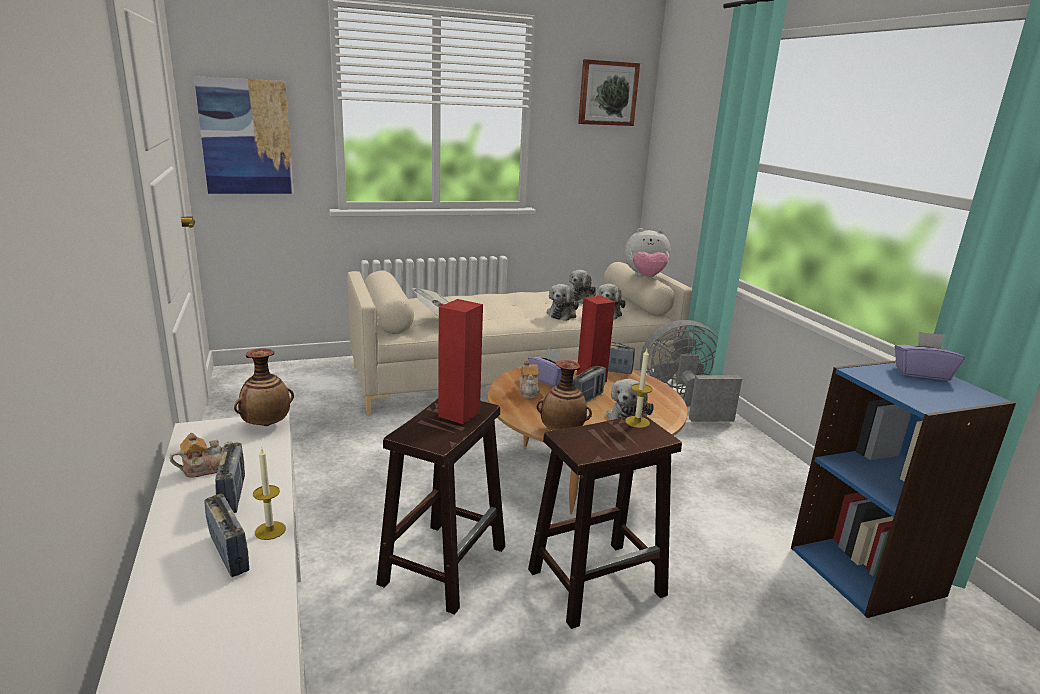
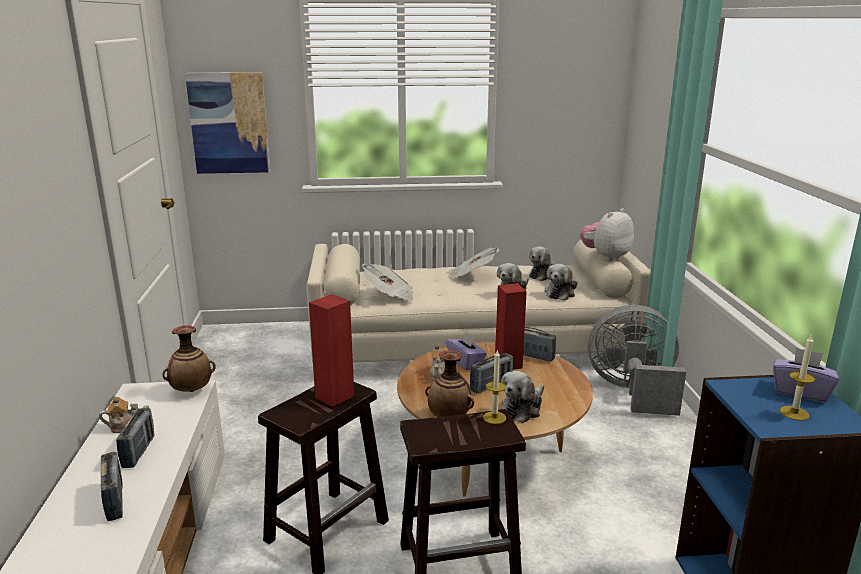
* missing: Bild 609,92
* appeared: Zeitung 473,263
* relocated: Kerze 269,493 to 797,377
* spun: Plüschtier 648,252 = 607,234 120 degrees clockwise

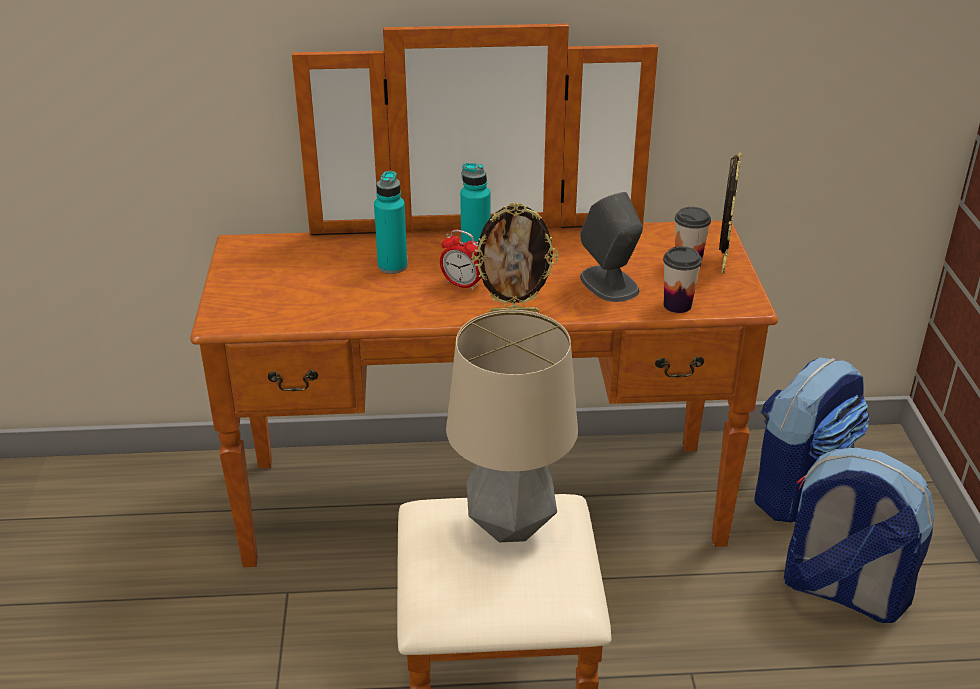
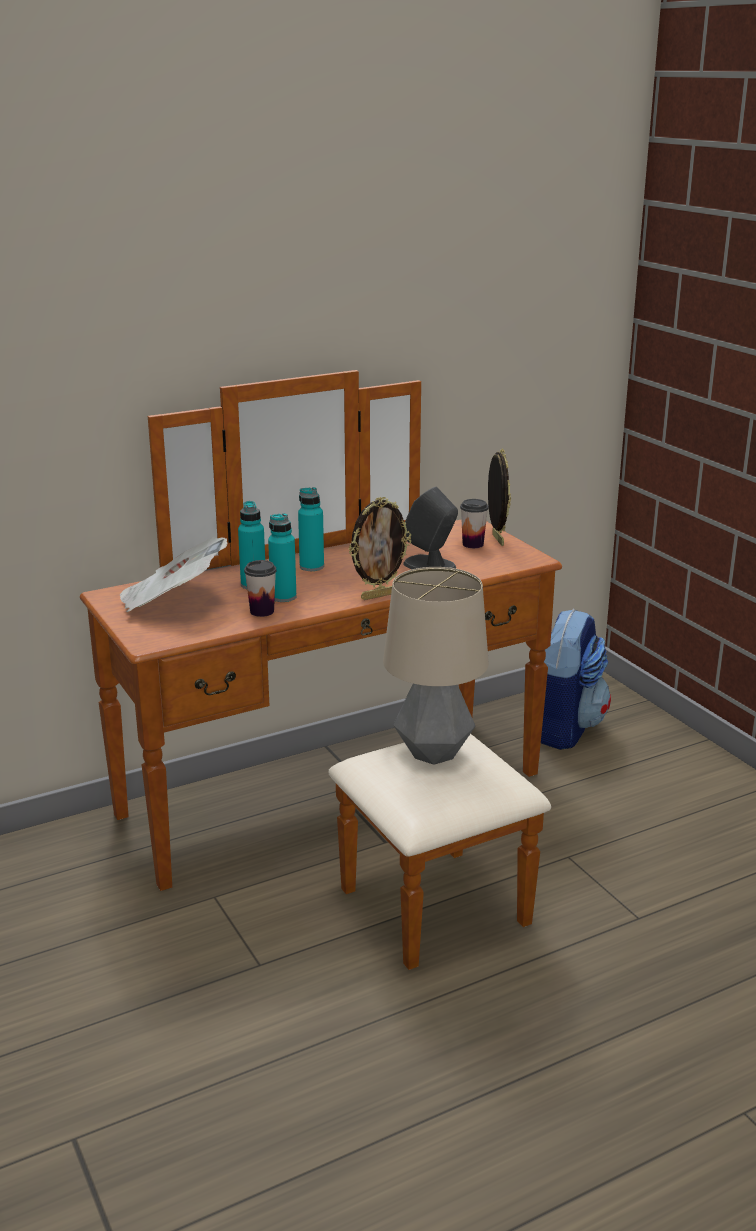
* missing: Wecker 460,260
* missing: Rucksack 859,535
* appeared: Zeitung 173,574
* appeared: Flasche/türkis 282,557
* relocated: Tasse 682,279 to 260,588

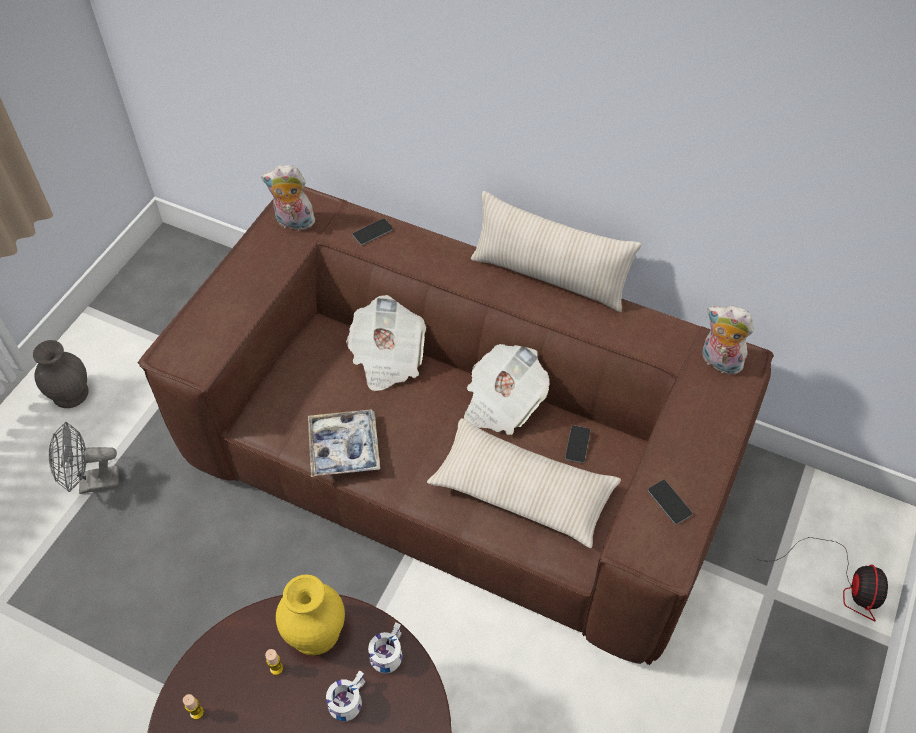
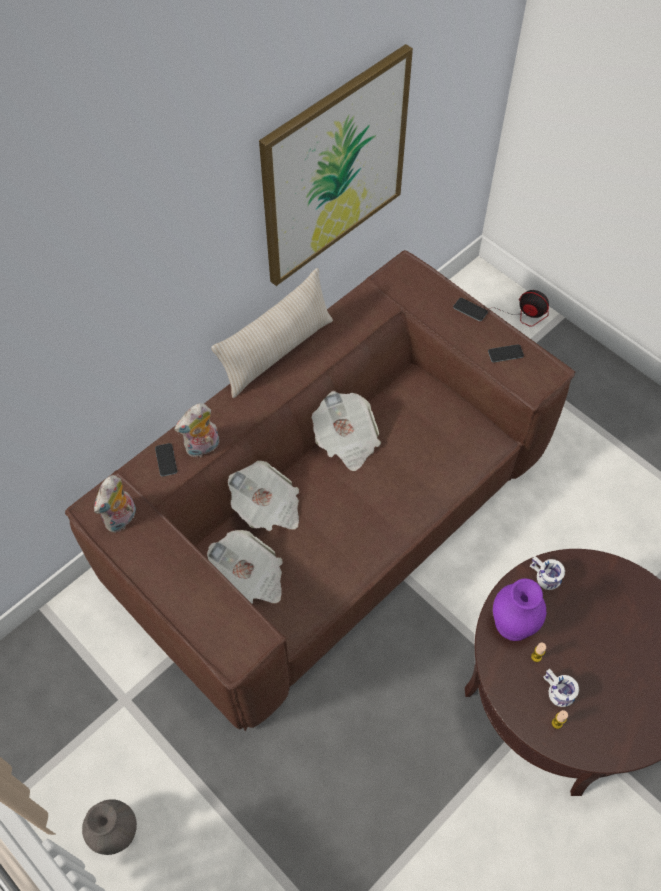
* missing: Ventilator/grau 84,458
* missing: Tablett 344,443
* missing: Kissen/beige 524,483
* appeared: Zeitung 245,567
* appeared: Bild 336,165
* relocated: Henkelbecher/weiß 345,695 to 561,688
* relocated: Handy 577,444 to 470,309
* relocated: Plüschtier 728,340 to 196,430
* colour: Vase/gelb 310,614 to Vase/lila 519,609

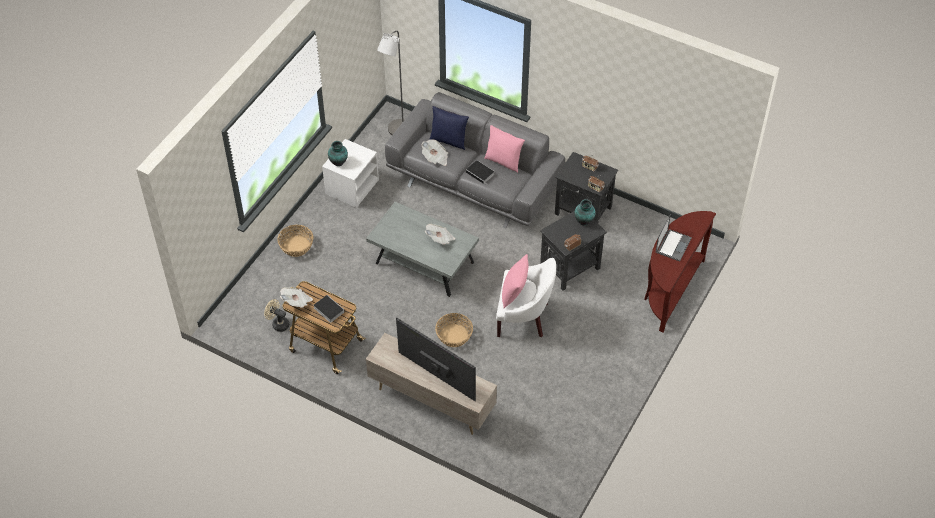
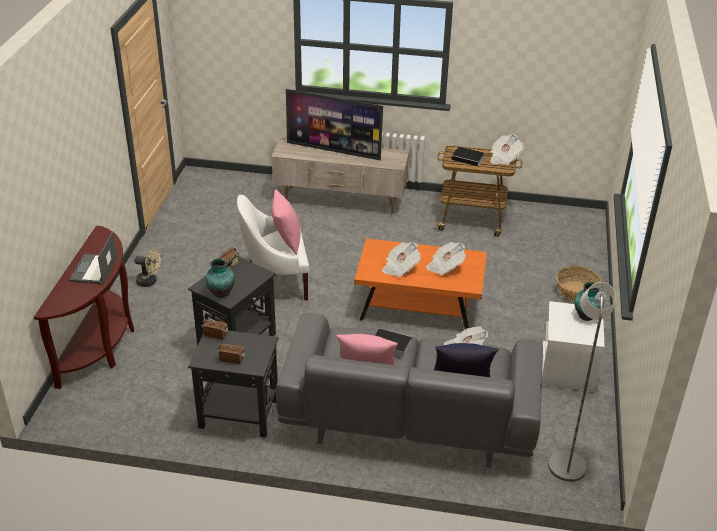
* missing: Korb 454,330
* appeared: Zeitung 446,259
* relocated: Ventilator/beige 276,315 to 148,268
* colour: Couchtisch/grau 422,249 to Couchtisch/orange 420,283

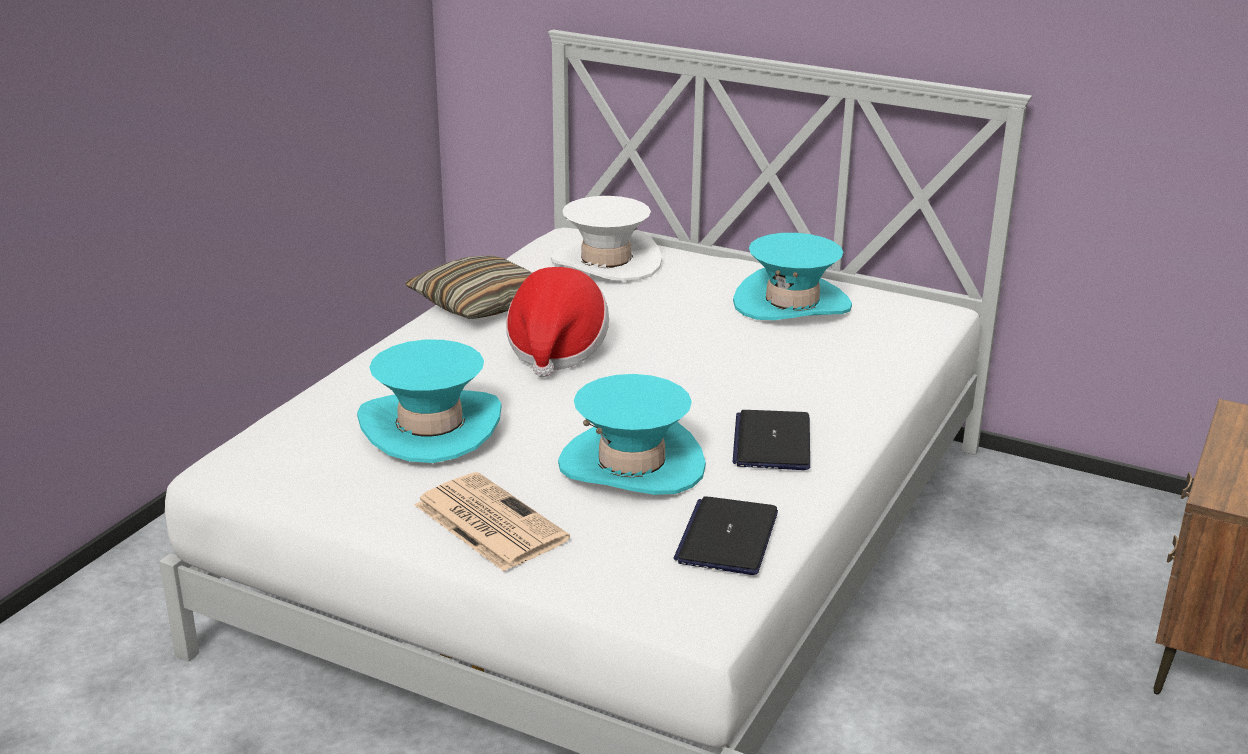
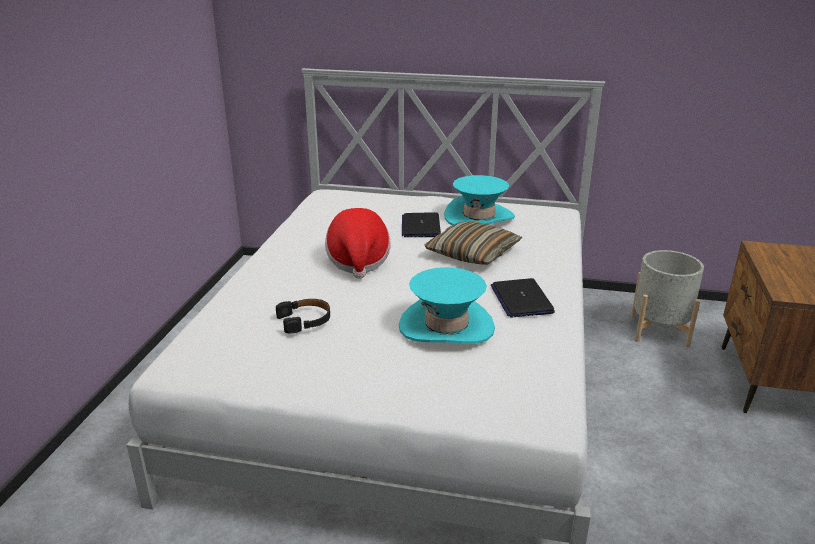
* missing: Zeitung 492,521
* missing: Hut/weiß 606,238
* appeared: Pflanzkübel/grau 667,298
* relocated: Kissen 468,287 to 473,243
* relocated: Laptop 725,535 to 421,224
* exchanged: Hut/türkis 429,401 to Kopfhörer/schwarz 303,316

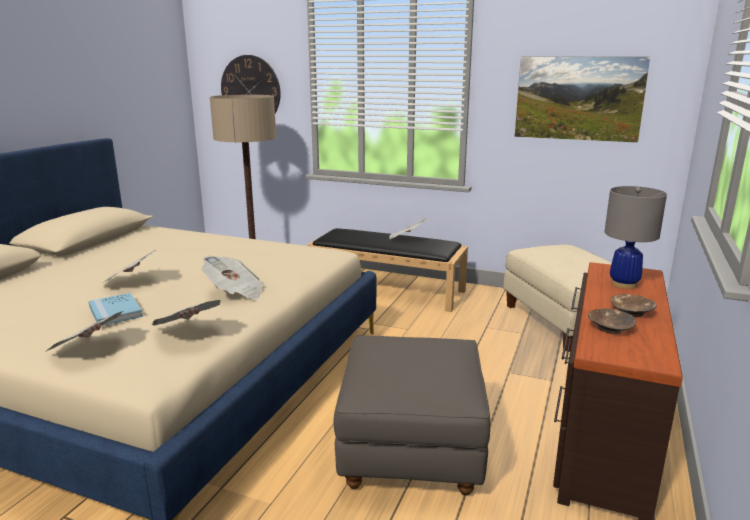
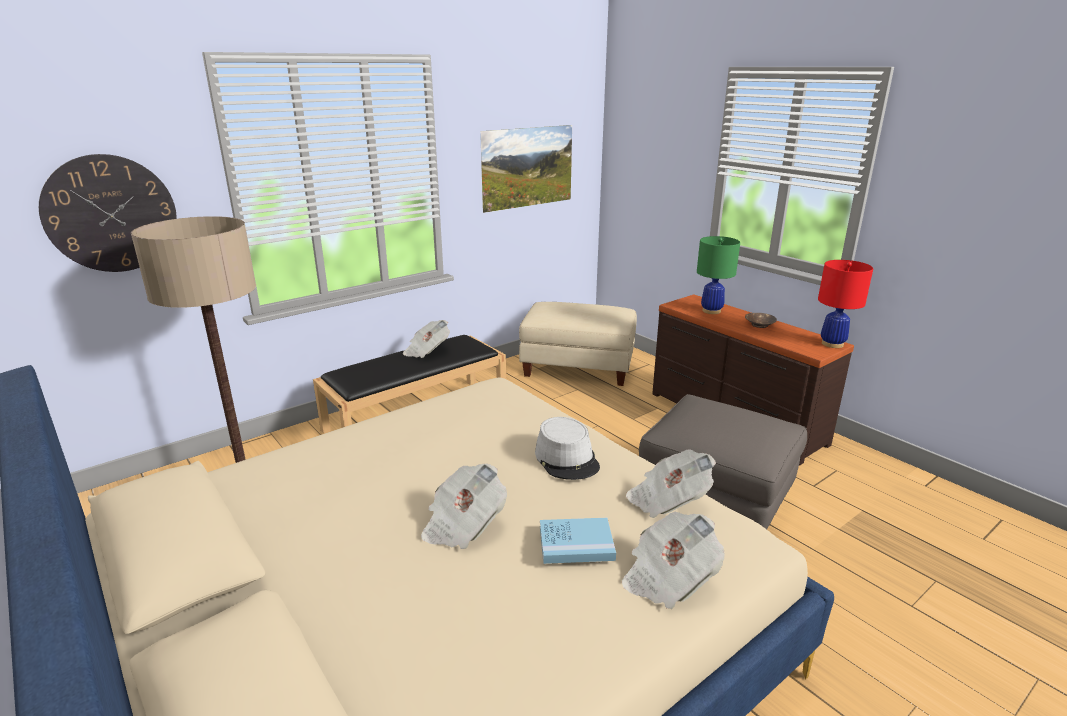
* missing: Schüssel/braun 612,321
* appeared: Tischlampe/rot 845,304
* exchanged: Zeitung 232,278 to Hut/grau 567,448
* colour: Tischlampe/grau 635,237 to Tischlampe/grün 718,275

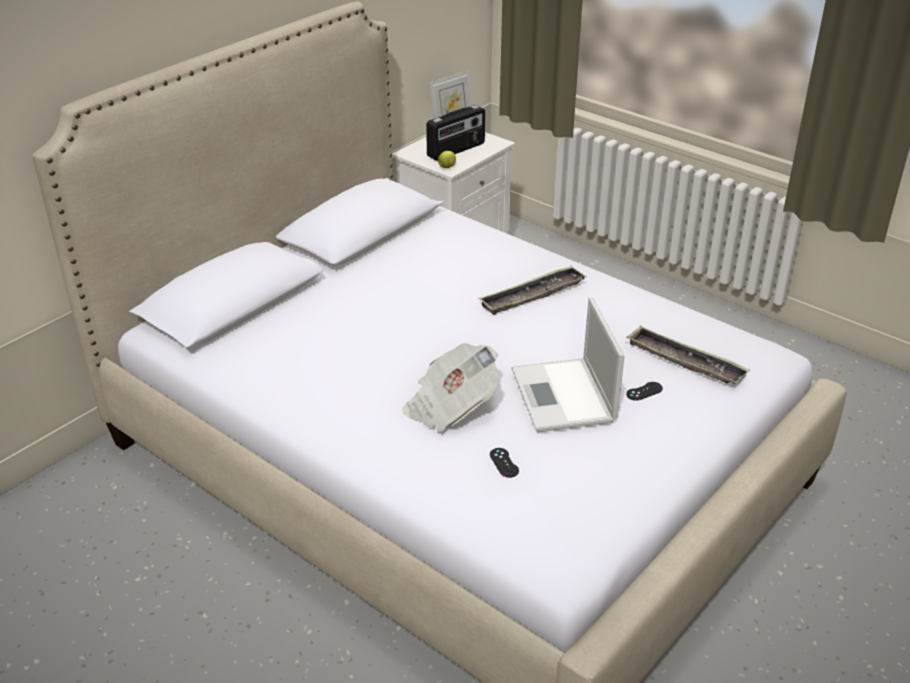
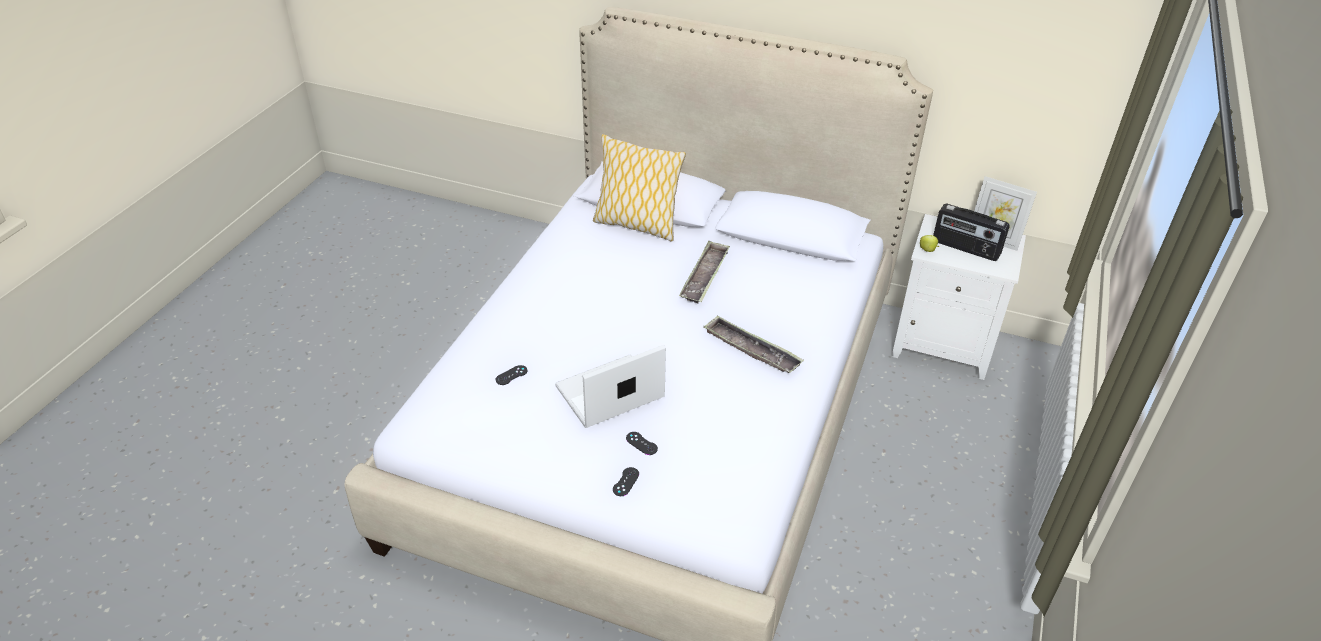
* missing: Zeitung 451,387
* appeared: Kissen 639,188
* appeared: Gamepad/schwarz 626,481
* relocated: Tablett 688,354 to 704,272

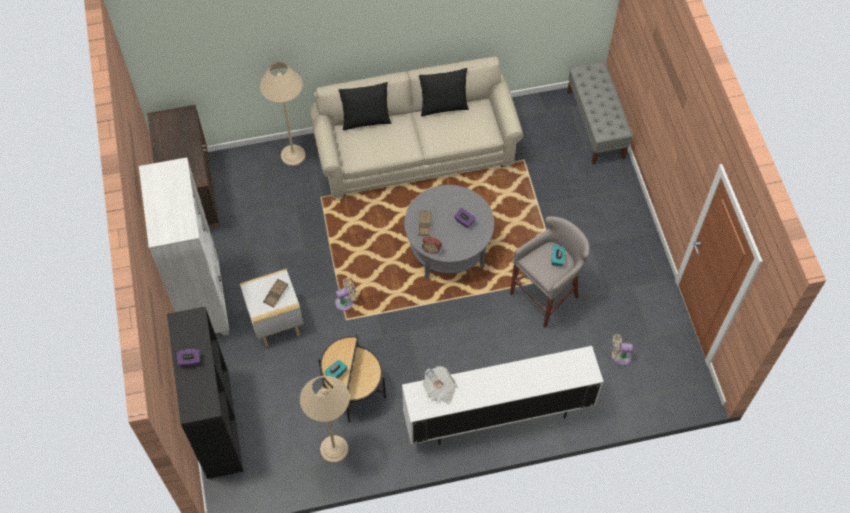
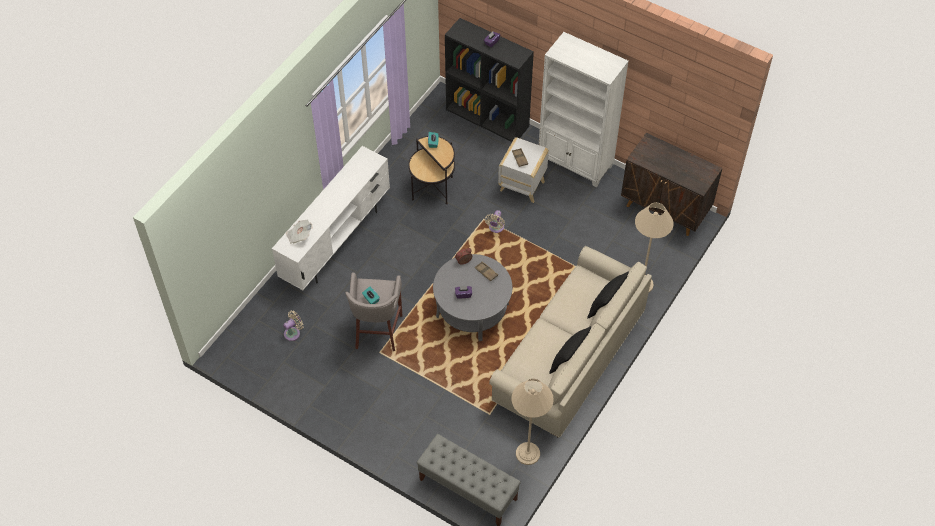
* relocated: Stehlampe/beige 325,419 to 533,422
* relocated: Zeitung 440,385 to 299,231

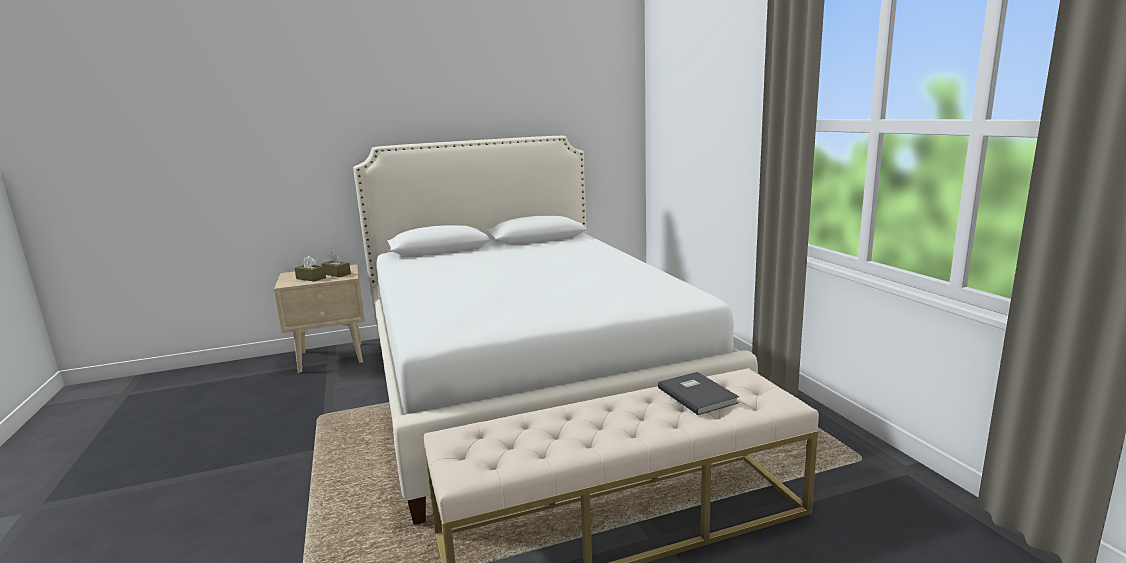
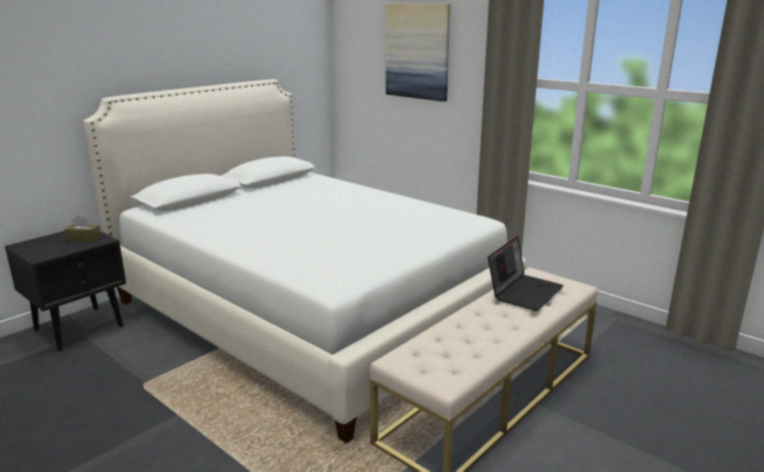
* missing: Taschentuchbox/braun 310,269
* appeared: Bild 418,53
* exchanged: Buch/grau 698,393 to Laptop 526,273
* colour: Nachttisch/beige 319,318 to Nachttisch/schwarz 65,291

